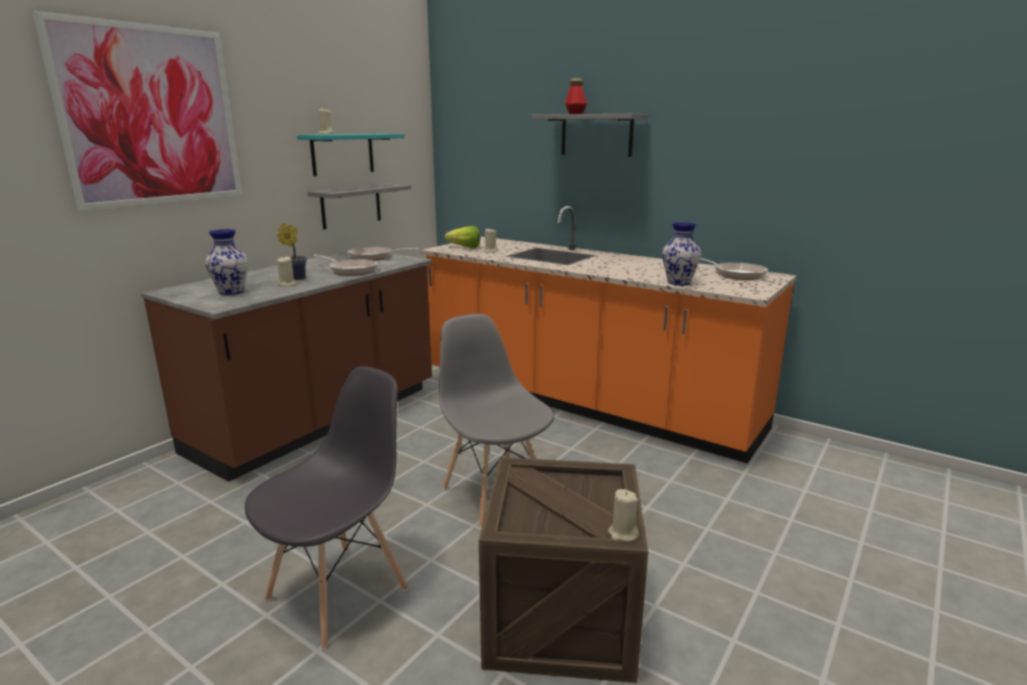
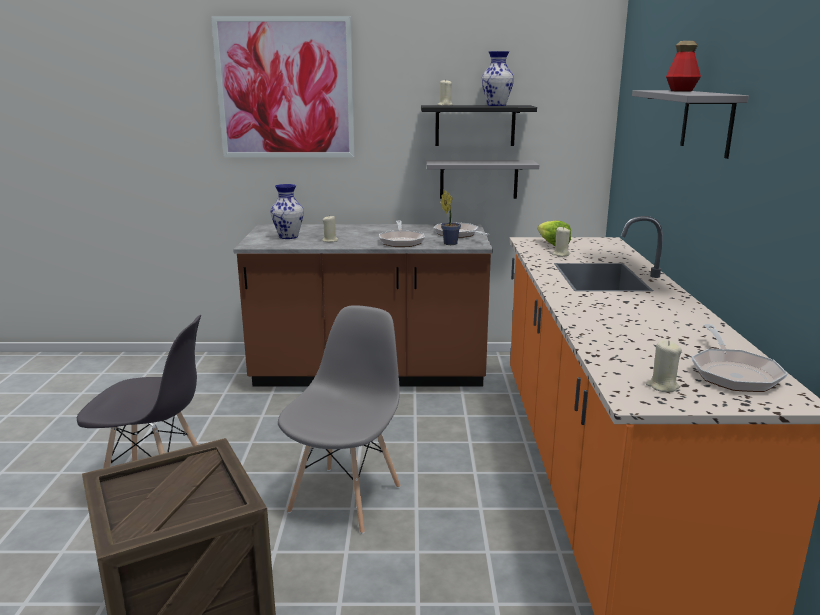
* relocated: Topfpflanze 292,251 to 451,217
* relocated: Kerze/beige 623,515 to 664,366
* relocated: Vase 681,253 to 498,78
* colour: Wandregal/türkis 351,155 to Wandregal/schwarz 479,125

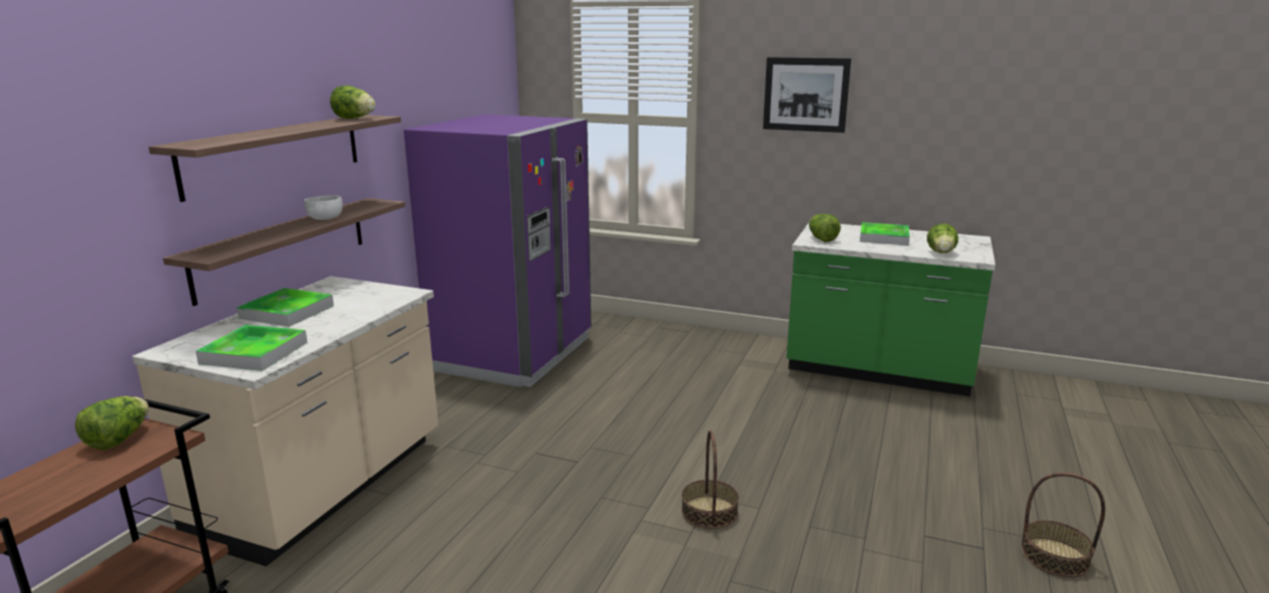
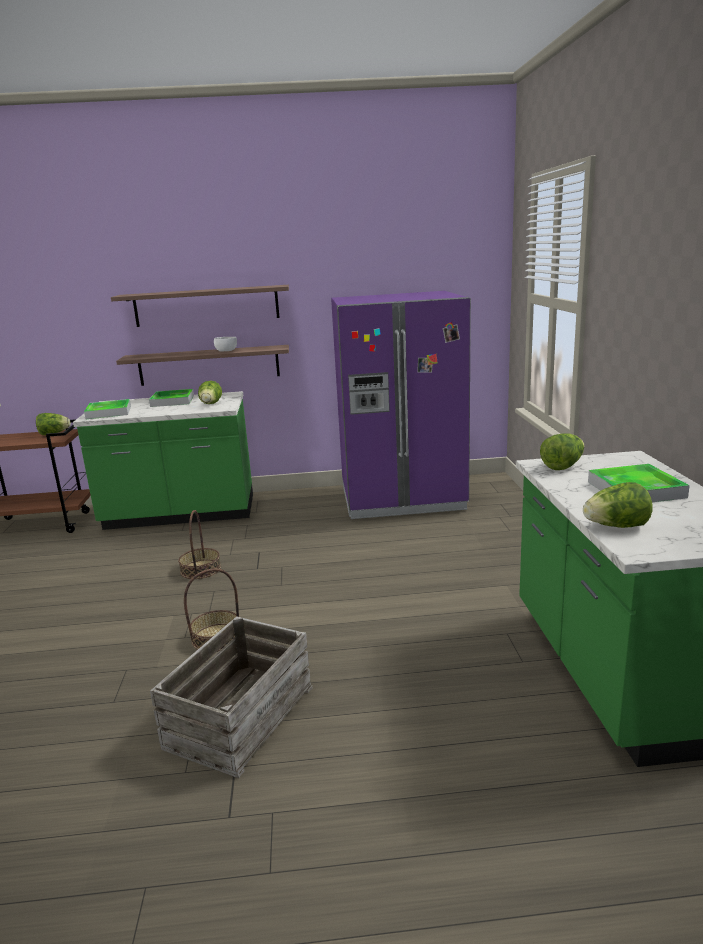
* missing: Bild 807,95
* appeared: Kiste 231,697
* relocated: Salatkopf 353,102 to 210,392
* relocated: Korb 1063,525 to 199,544
* colour: Küchenzeile/beige 285,421 to Küchenzeile/grün 163,460

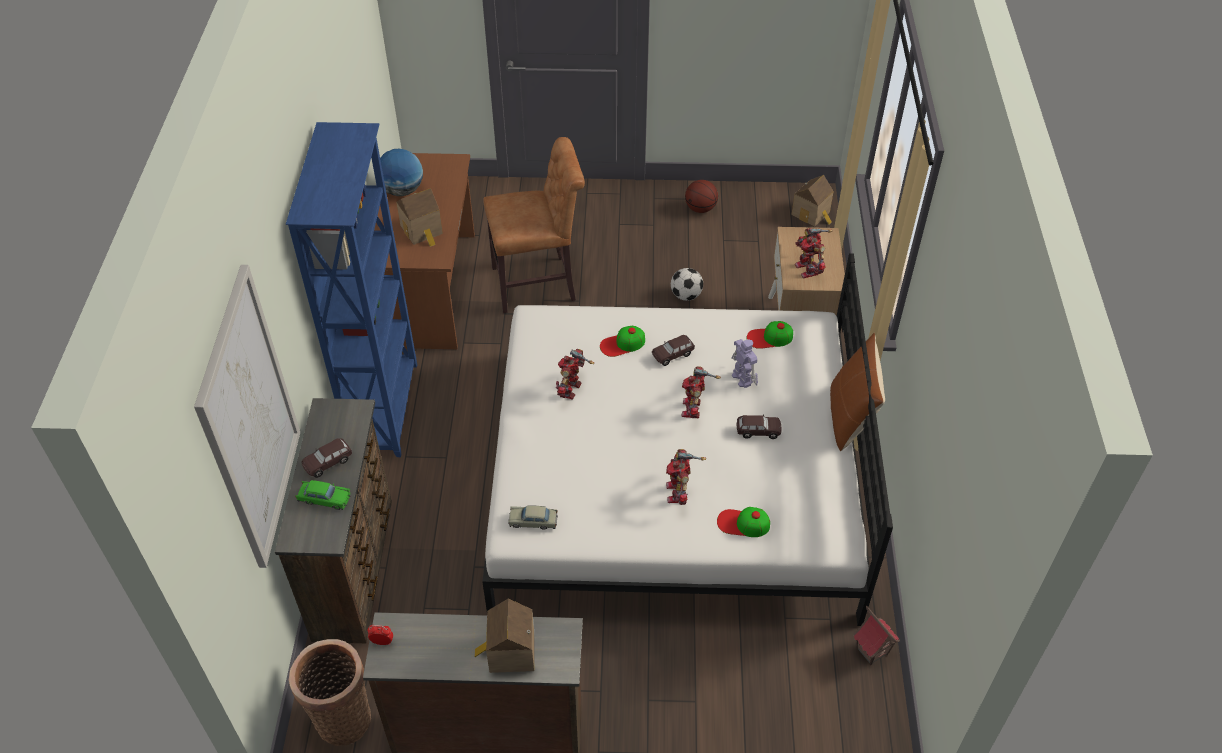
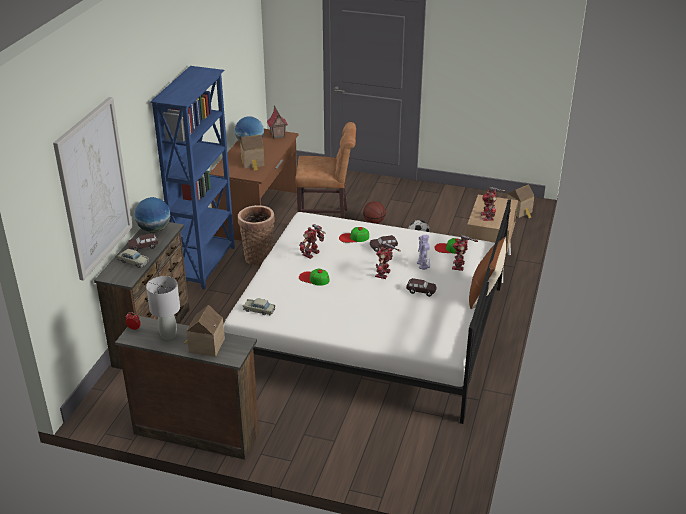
* appeared: Globus 152,215
* appeared: Tischlampe/grau 163,308
* relocated: Korb 330,692 to 256,235
* relocated: Spielzeugroboter 686,477 to 465,253
* relocated: Basketball 701,196 to 374,212
* relocated: Kappe 743,522 to 314,277
* relocated: Spielzeughaus 876,635 to 277,122
* colour: Spielzeugauto/grün 323,495 to Spielzeugauto/beige 133,258

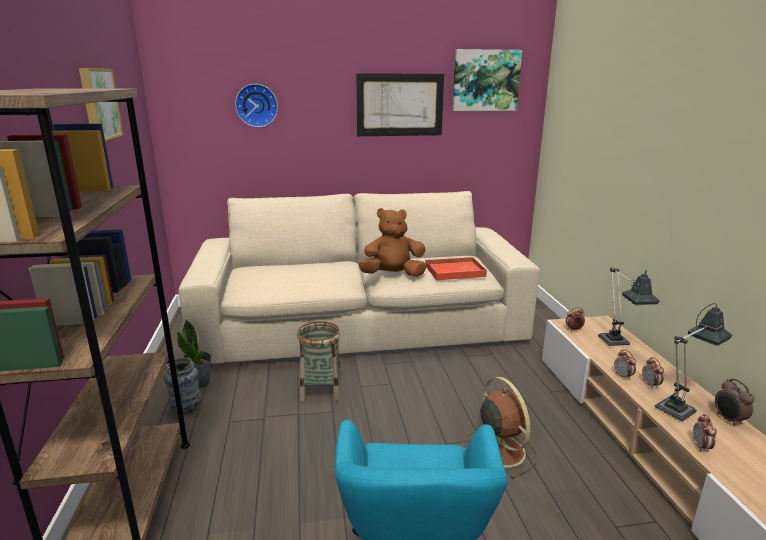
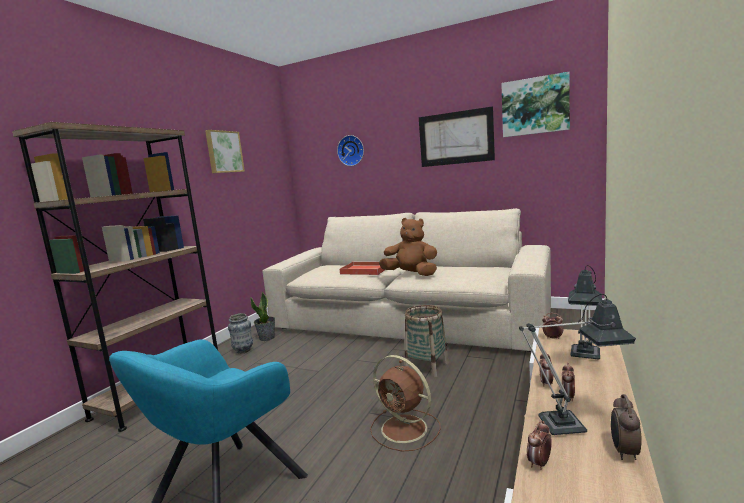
* relocated: Korb 319,361 to 427,341
* relocated: Tablett/rot 456,268 to 362,268
* spun: Ventilator/braun 500,428 = 405,403 120 degrees clockwise

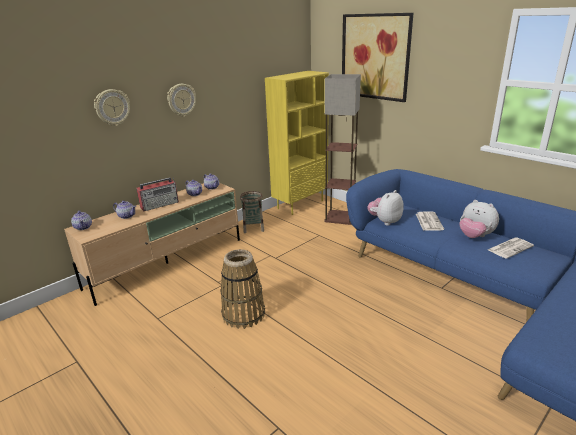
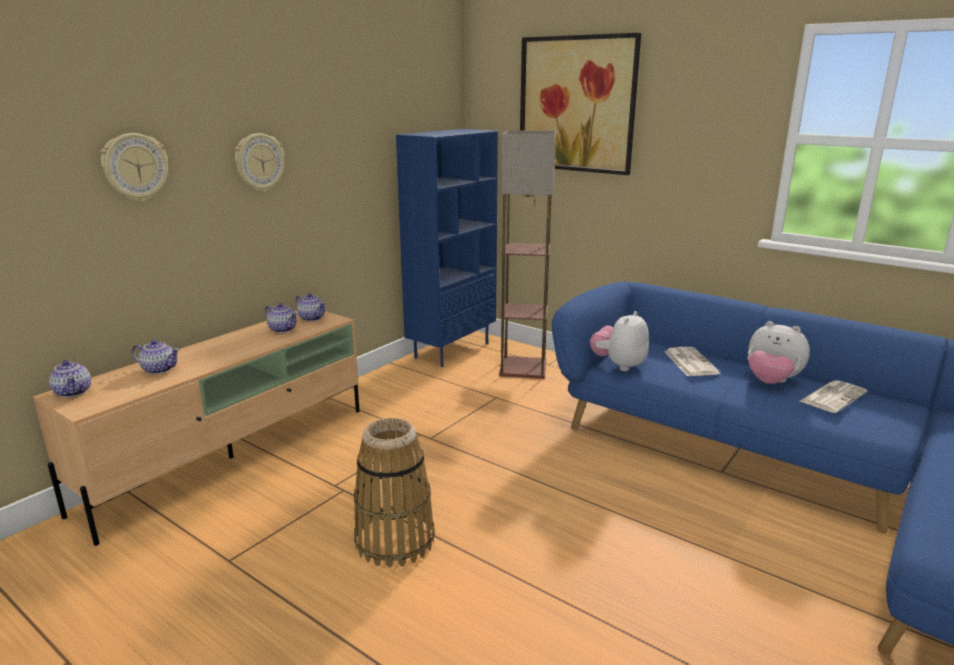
* missing: Radio 157,194
* missing: Korb 252,212
* colour: Bücherregal/gelb 297,143 to Bücherregal/blau 447,248

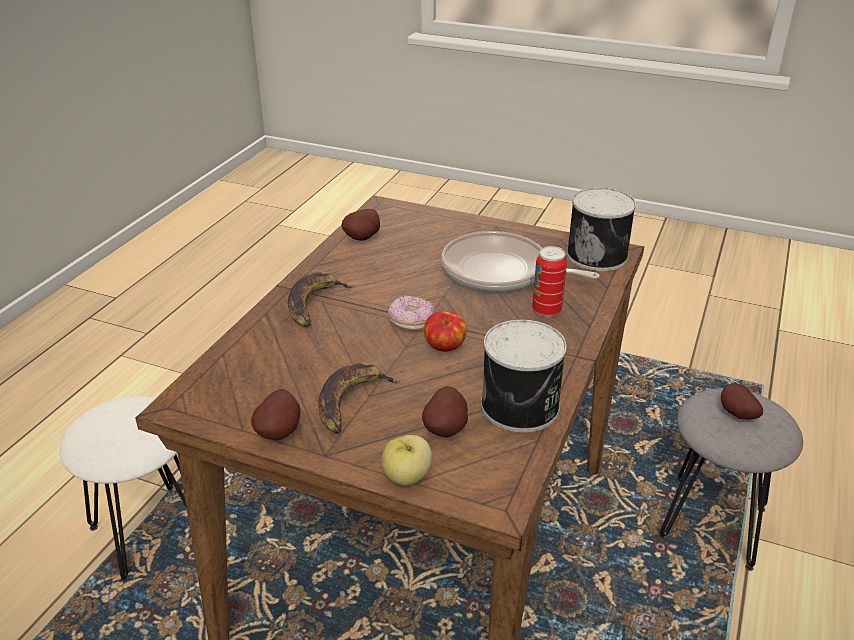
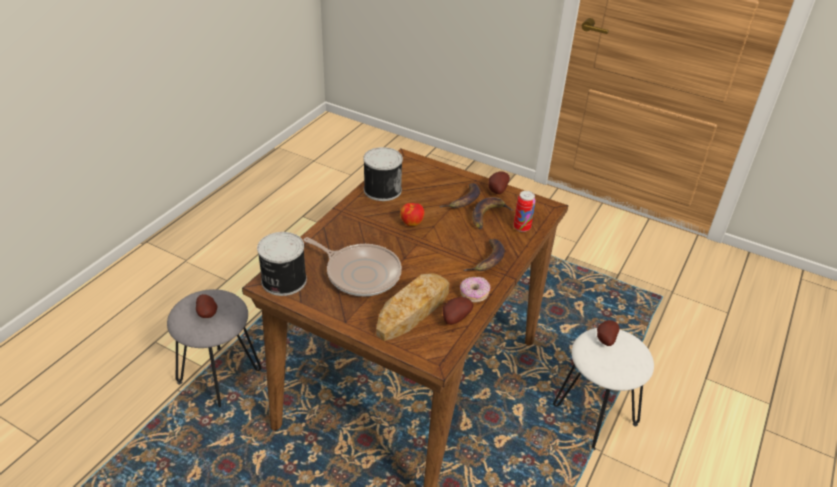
* missing: Apfel 406,460
* appeared: Brot 412,307
* appeared: Banane 492,213
* relocated: Donut 411,313 to 475,290
* relocated: Kartoffel 445,412 to 608,333
* relocated: Dose 549,281 to 525,211

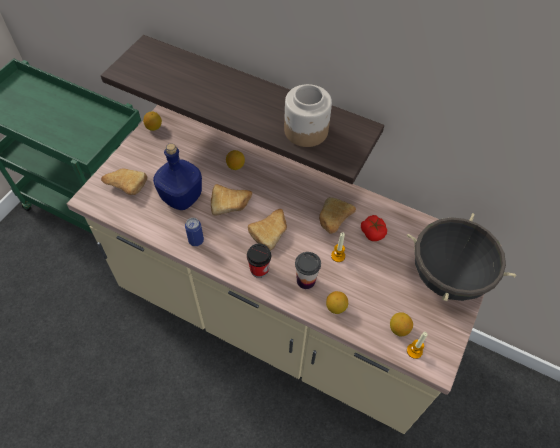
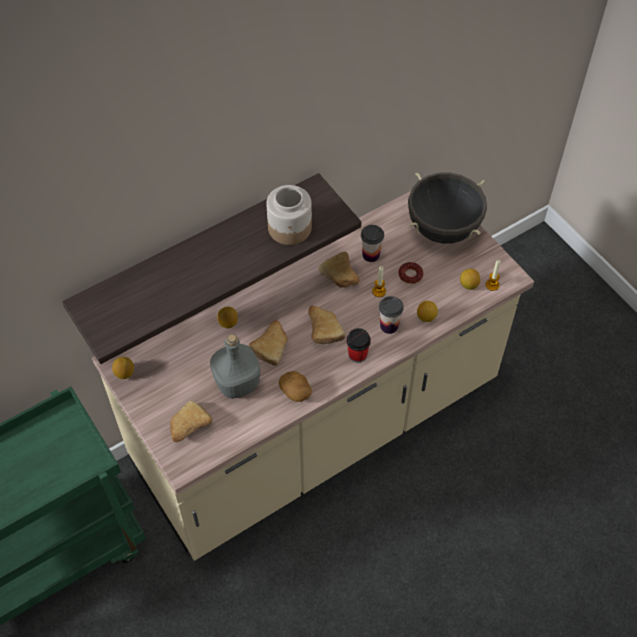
* appeared: Donut 410,273
* exchanged: Dose 194,232 to Kartoffel 295,386
* exchanged: Tomate 374,228 to Tasse 372,243
* colour: Flasche/blau 177,176 to Flasche/grau 235,366

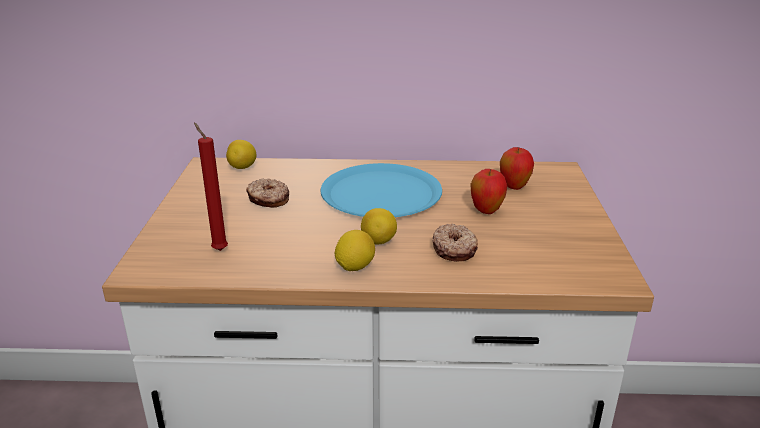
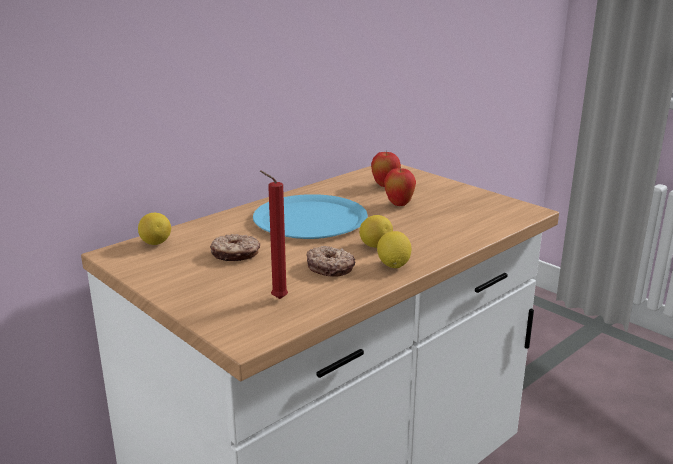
* relocated: Donut 455,243 to 331,261

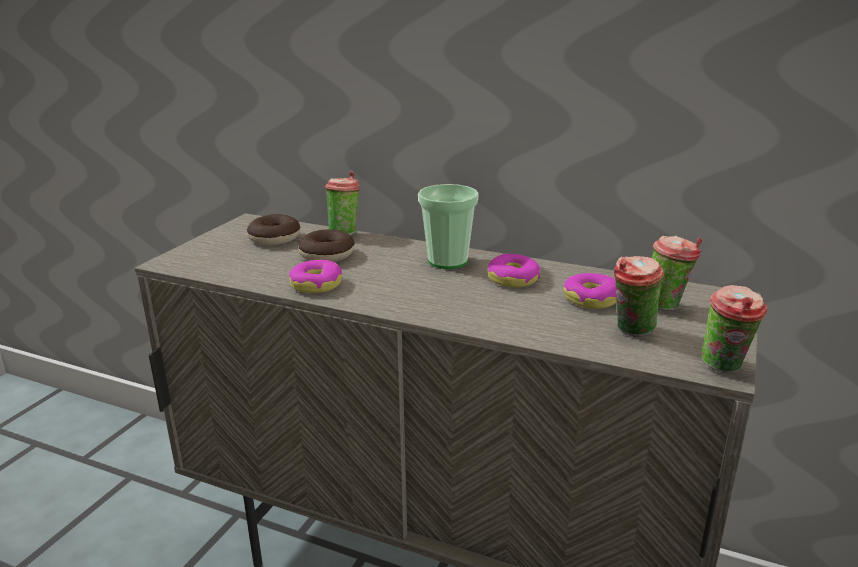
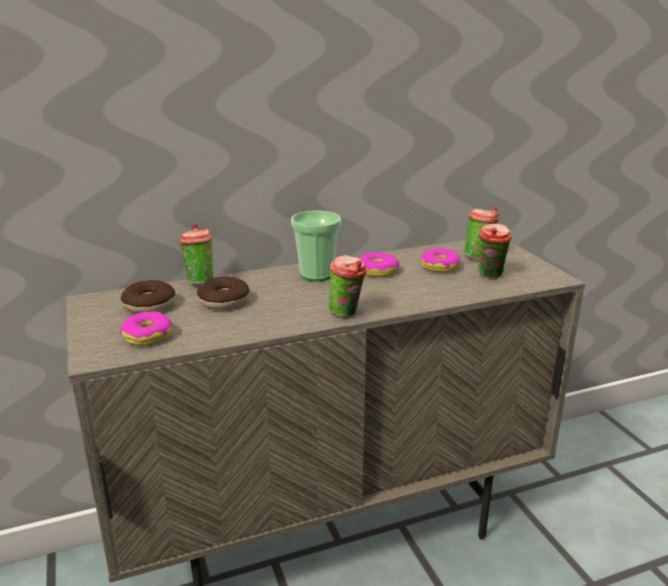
* relocated: Donut 315,276 to 146,328
* relocated: Tasse 734,329 to 347,286

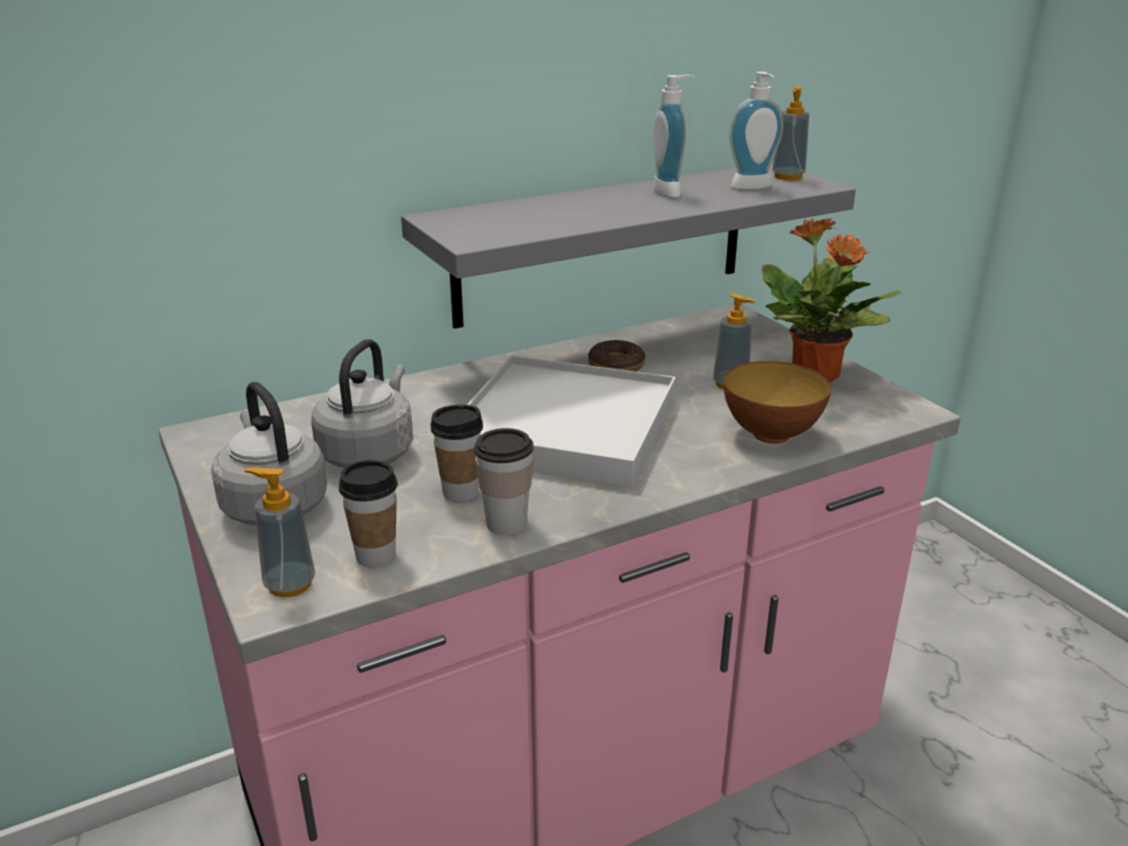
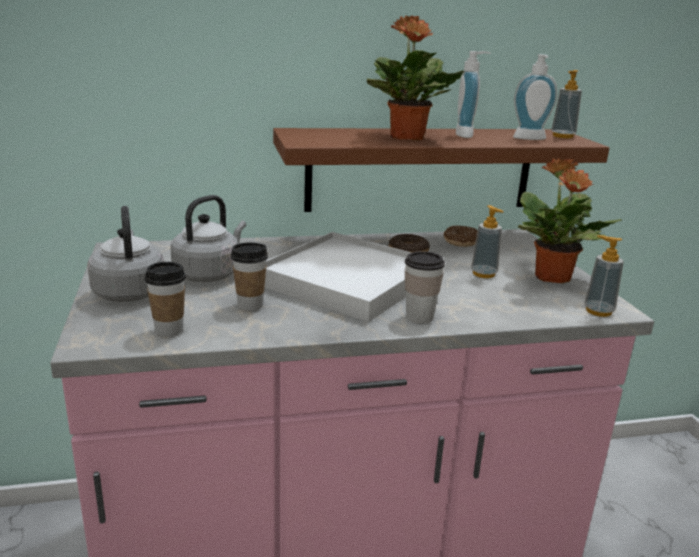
* missing: Schüssel 777,402
* appeared: Topfpflanze 415,78
* appeared: Donut 461,236
* relocated: Seifenspender 279,532 to 604,276
* relocated: Tasse 504,481 to 425,287
* colour: Wandregal/grau 628,246 to Wandregal/braun 441,170

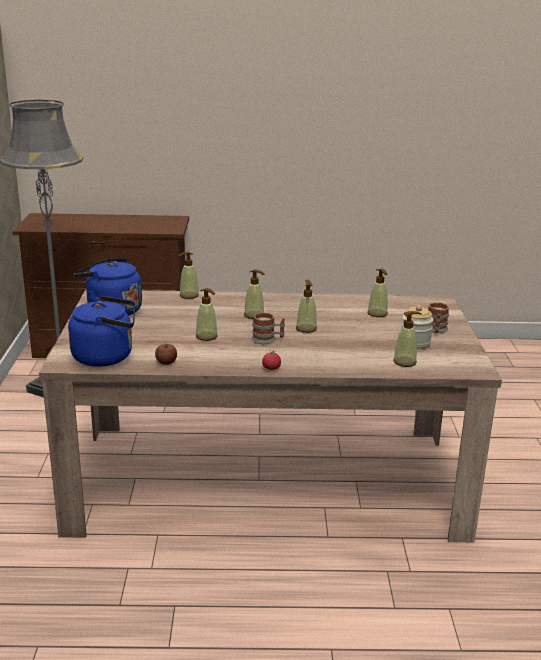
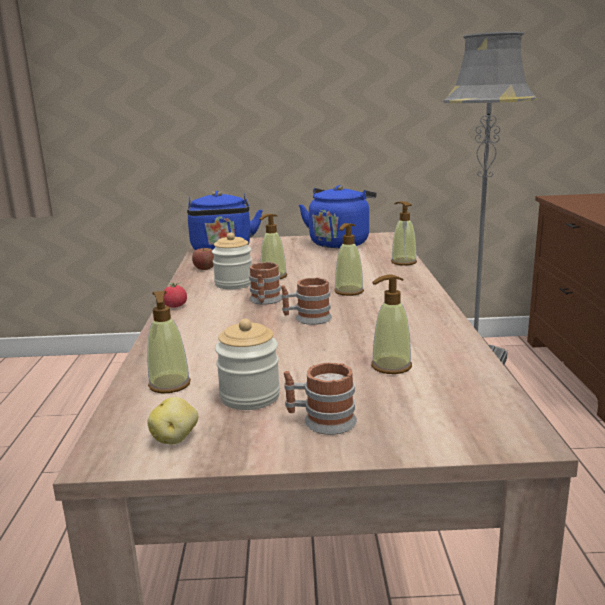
* appeared: Kartoffel 173,420
* appeared: Vorratsglas 232,261
* exchanged: Seifenspender 306,306 to Henkelbecher 306,301

